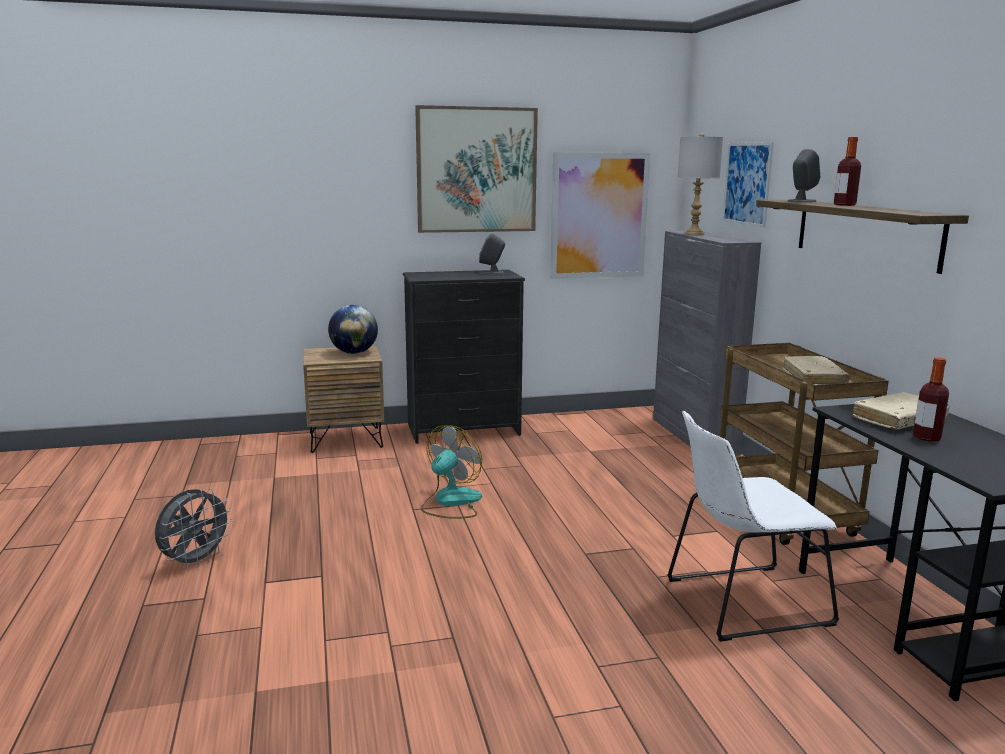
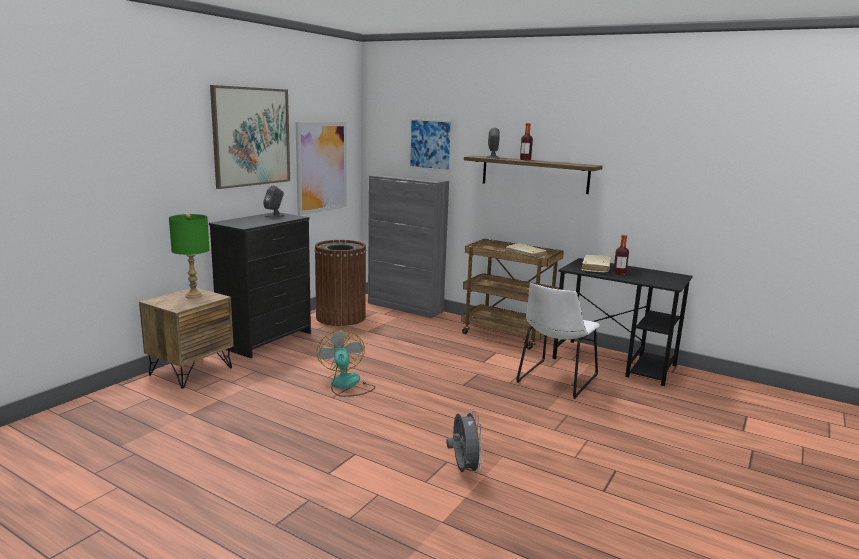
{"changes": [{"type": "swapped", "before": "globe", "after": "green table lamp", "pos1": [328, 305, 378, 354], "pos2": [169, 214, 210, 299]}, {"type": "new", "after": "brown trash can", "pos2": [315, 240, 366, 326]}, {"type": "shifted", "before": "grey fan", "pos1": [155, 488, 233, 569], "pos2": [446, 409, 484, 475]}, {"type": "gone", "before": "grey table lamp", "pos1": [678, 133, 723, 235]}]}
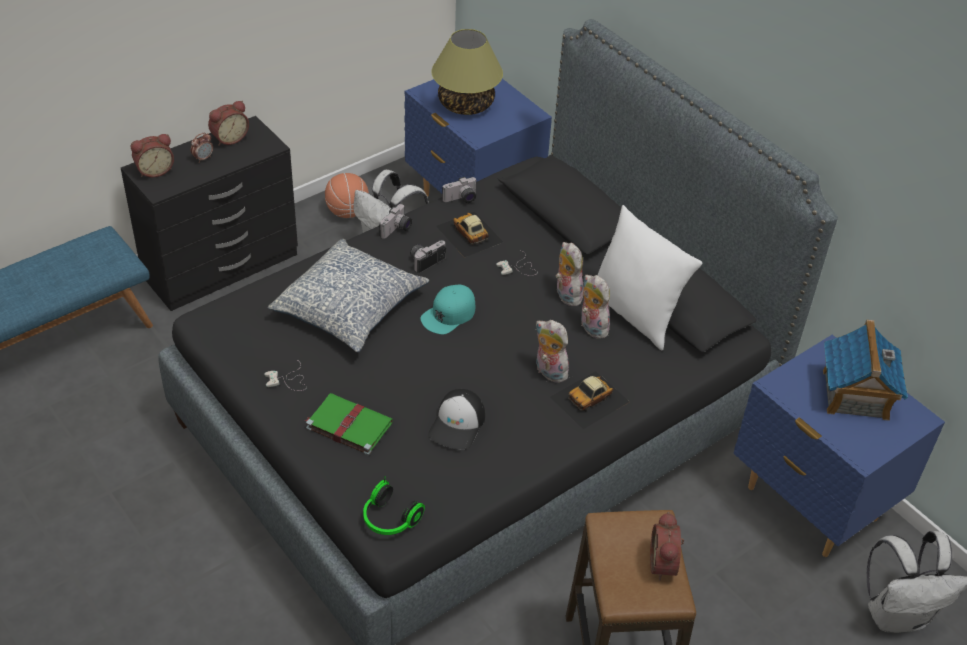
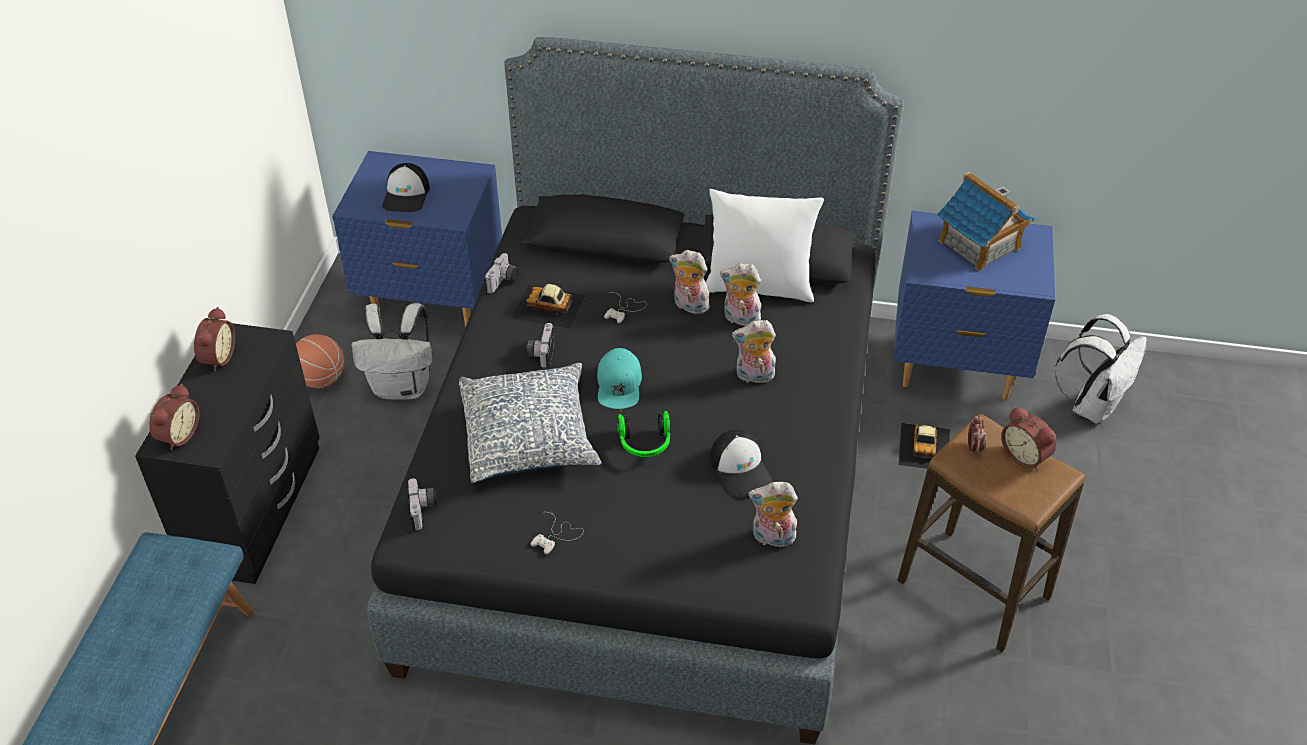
{"changes": [{"type": "swapped", "before": "table lamp", "after": "cap", "pos1": [431, 29, 503, 115], "pos2": [382, 163, 430, 212]}, {"type": "shifted", "before": "photo camera", "pos1": [379, 204, 412, 239], "pos2": [407, 478, 437, 530]}, {"type": "shifted", "before": "headphones", "pos1": [363, 476, 425, 535], "pos2": [618, 409, 670, 457]}, {"type": "new", "after": "plush toy", "pos2": [748, 482, 798, 548]}, {"type": "shifted", "before": "toy car", "pos1": [550, 371, 629, 429], "pos2": [899, 423, 950, 469]}, {"type": "shifted", "before": "alarm clock", "pos1": [191, 133, 213, 163], "pos2": [968, 414, 986, 455]}, {"type": "gone", "before": "green book", "pos1": [305, 393, 393, 455]}]}
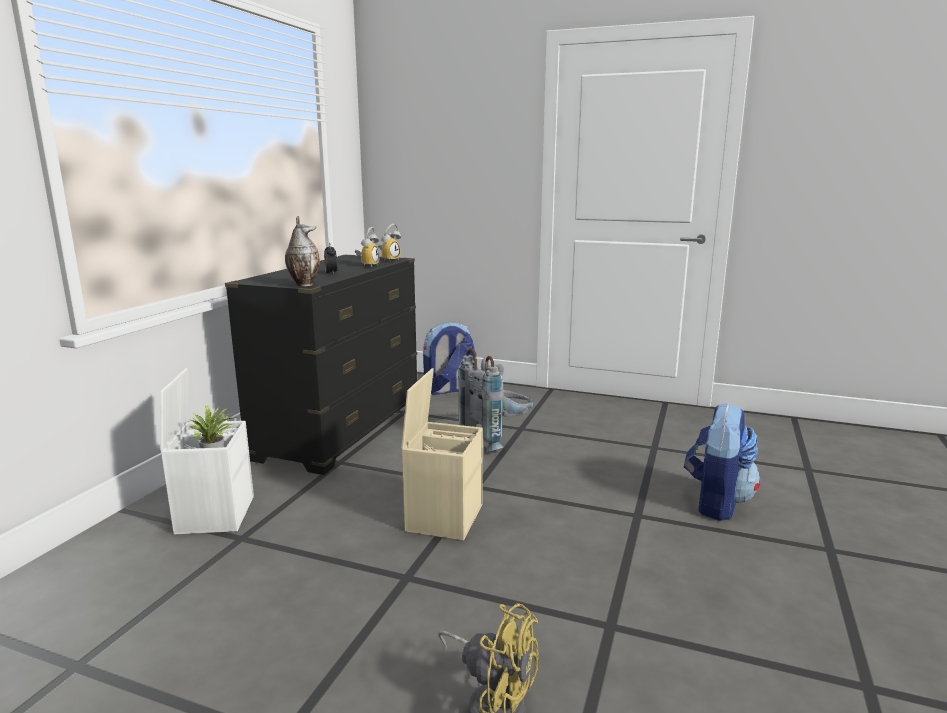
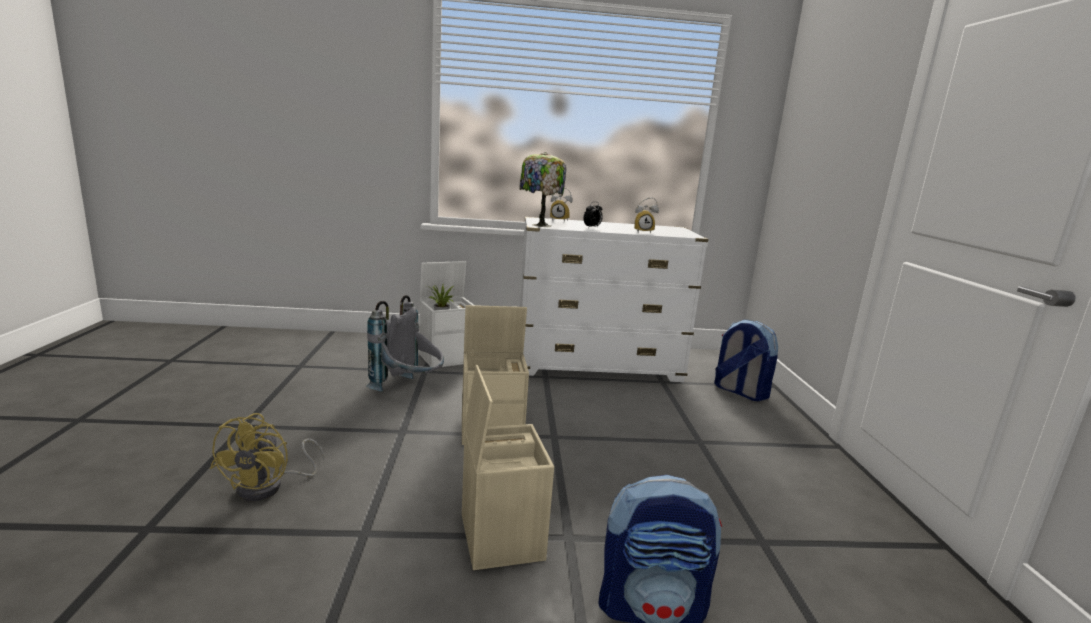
{"changes": [{"type": "shifted", "before": "grey backpack", "pos1": [458, 348, 534, 452], "pos2": [366, 295, 444, 392]}, {"type": "new", "after": "beige storage box", "pos2": [462, 365, 554, 570]}, {"type": "swapped", "before": "vase", "after": "table lamp", "pos1": [285, 216, 320, 286], "pos2": [519, 152, 567, 227]}, {"type": "repainted", "before": "black dresser", "after": "white dresser", "pos1": [225, 255, 417, 475], "pos2": [520, 217, 708, 382]}, {"type": "shifted", "before": "alarm clock", "pos1": [378, 224, 401, 261], "pos2": [550, 188, 573, 222]}]}
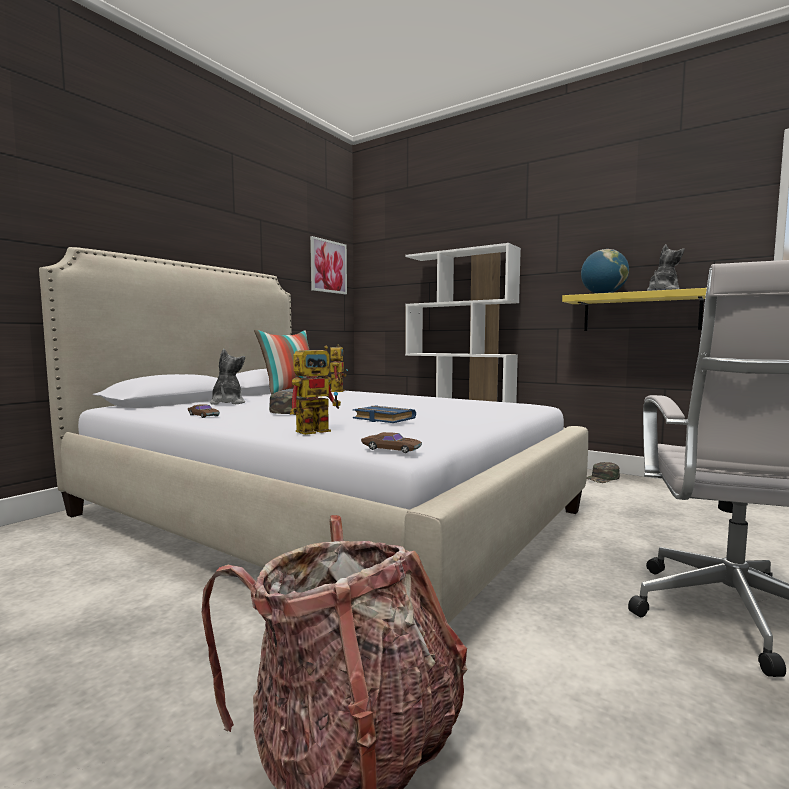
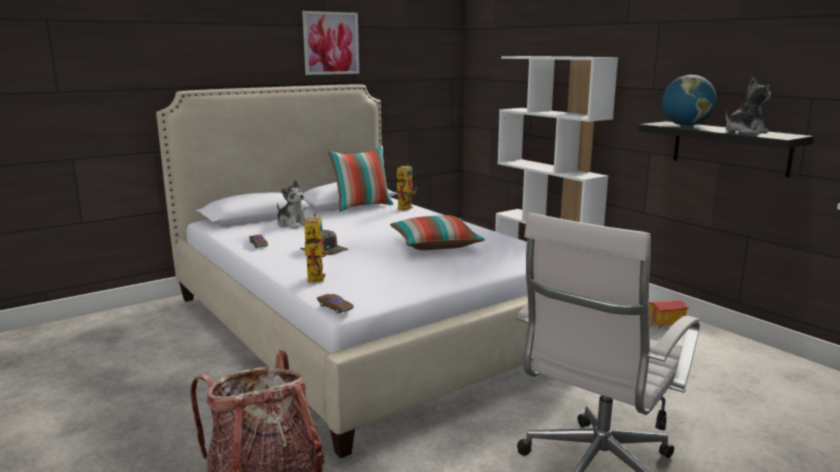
{"changes": [{"type": "rotated", "before": "plush toy", "pos1": [210, 349, 245, 405], "pos2": [277, 180, 307, 229], "turn": 120}, {"type": "rotated", "before": "toy robot", "pos1": [290, 346, 341, 435], "pos2": [300, 213, 329, 282], "turn": -75}, {"type": "shifted", "before": "picture", "pos1": [310, 236, 347, 294], "pos2": [302, 11, 359, 75]}, {"type": "new", "after": "pillow", "pos2": [390, 215, 485, 250]}, {"type": "repainted", "before": "yellow shelf", "after": "black shelf", "pos1": [562, 288, 707, 331], "pos2": [638, 121, 814, 178]}, {"type": "swapped", "before": "green cap", "after": "toy house", "pos1": [587, 462, 620, 483], "pos2": [649, 300, 689, 328]}, {"type": "gone", "before": "blue book", "pos1": [353, 406, 416, 423]}]}
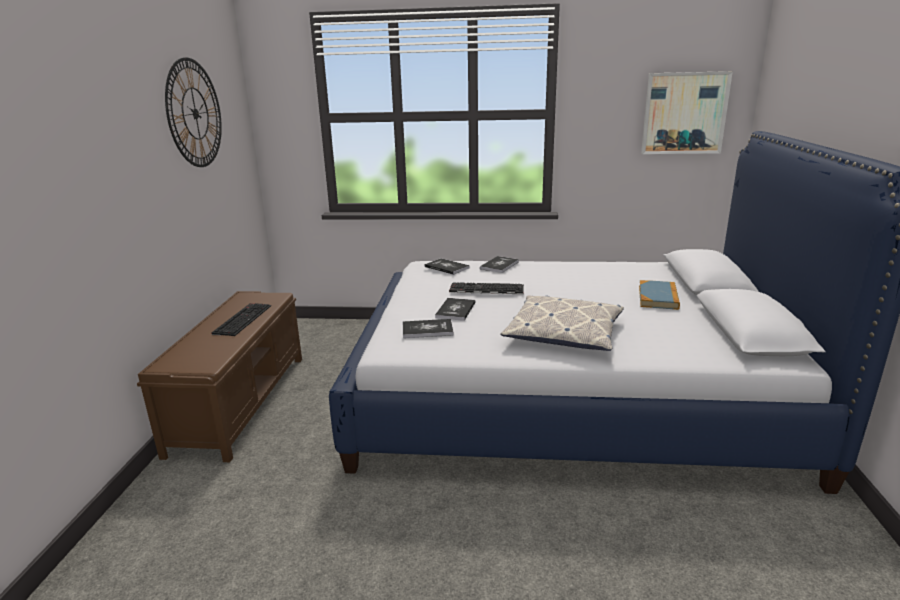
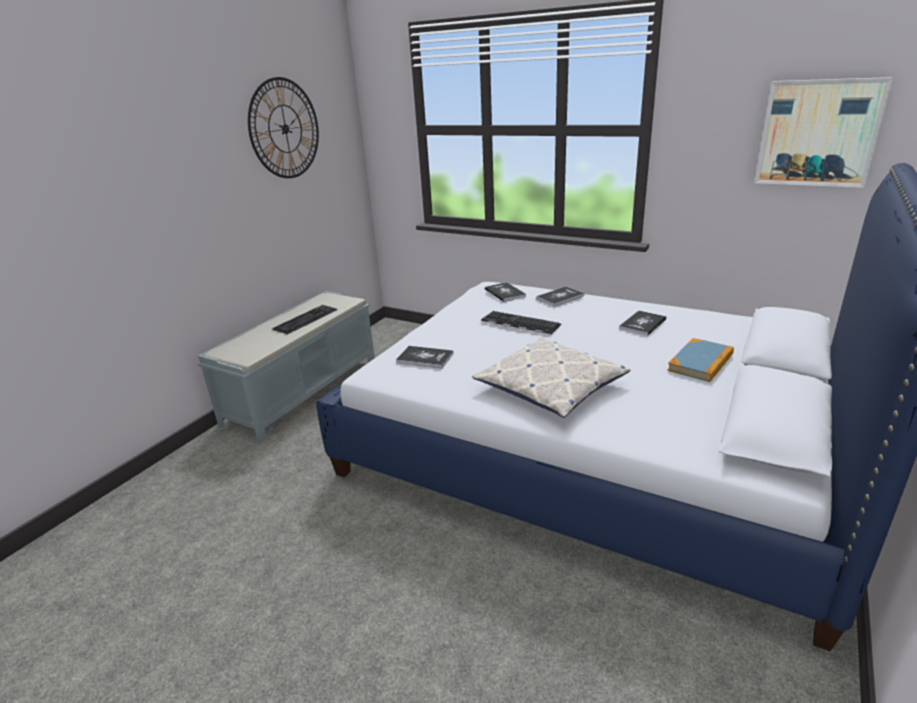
{"changes": [{"type": "repainted", "before": "brown bench", "after": "grey bench", "pos1": [137, 291, 302, 462], "pos2": [197, 291, 375, 442]}, {"type": "shifted", "before": "book", "pos1": [435, 298, 476, 321], "pos2": [619, 311, 667, 336]}]}
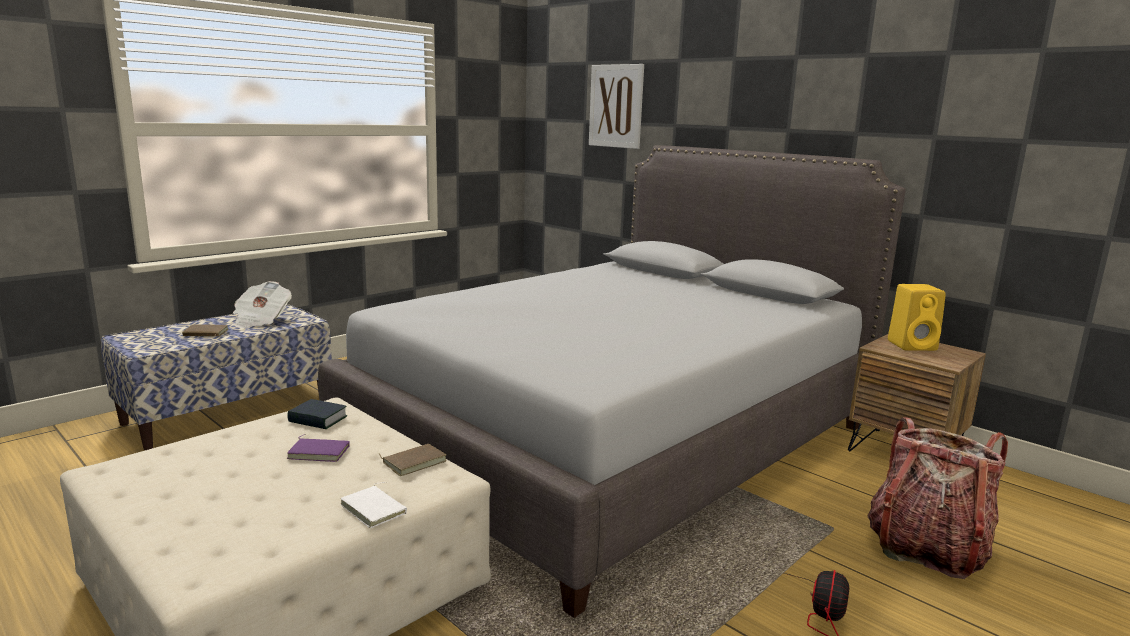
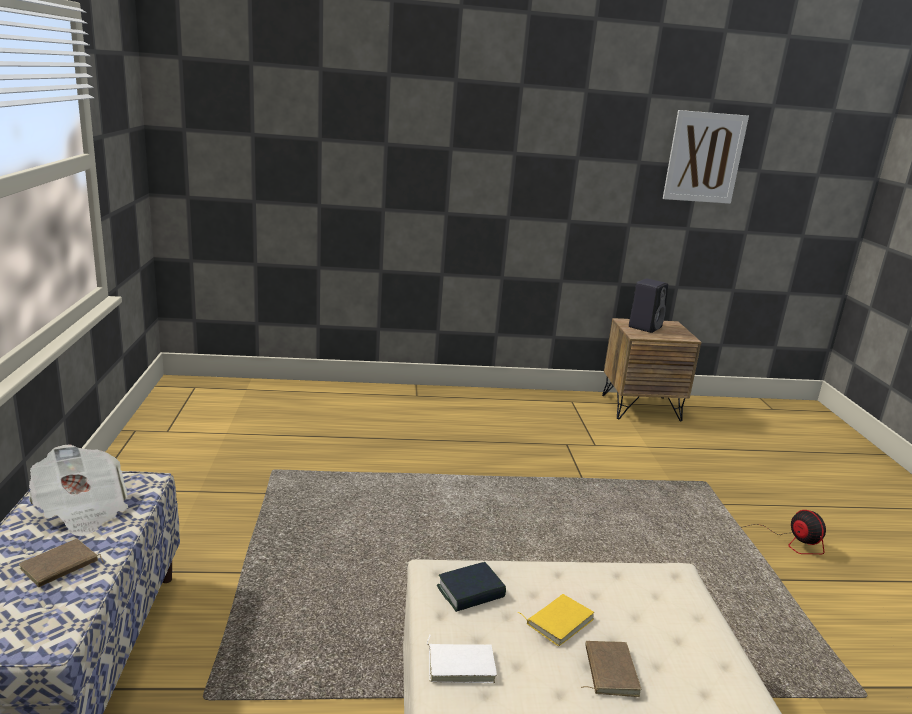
{"changes": [{"type": "shifted", "before": "white book", "pos1": [340, 482, 407, 528], "pos2": [427, 634, 497, 683]}, {"type": "repainted", "before": "purple book", "after": "yellow book", "pos1": [287, 434, 350, 462], "pos2": [518, 594, 594, 646]}, {"type": "shifted", "before": "brown book", "pos1": [379, 444, 446, 476], "pos2": [581, 641, 642, 697]}, {"type": "repainted", "before": "yellow speaker", "after": "black speaker", "pos1": [888, 284, 946, 351], "pos2": [629, 278, 668, 333]}, {"type": "shifted", "before": "picture", "pos1": [589, 64, 644, 149], "pos2": [663, 110, 749, 204]}, {"type": "gone", "before": "grey bed", "pos1": [318, 145, 906, 618]}, {"type": "gone", "before": "backpack", "pos1": [868, 417, 1008, 579]}]}
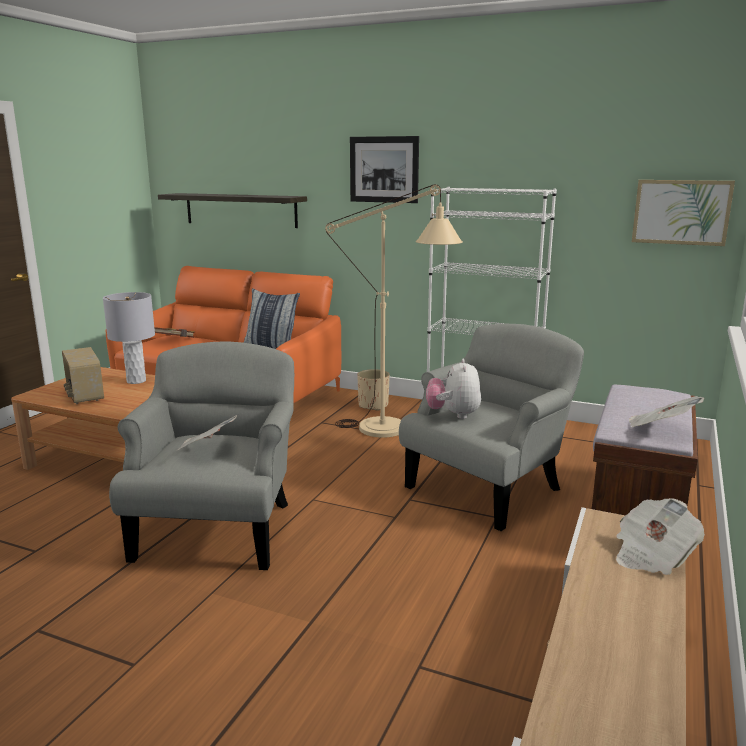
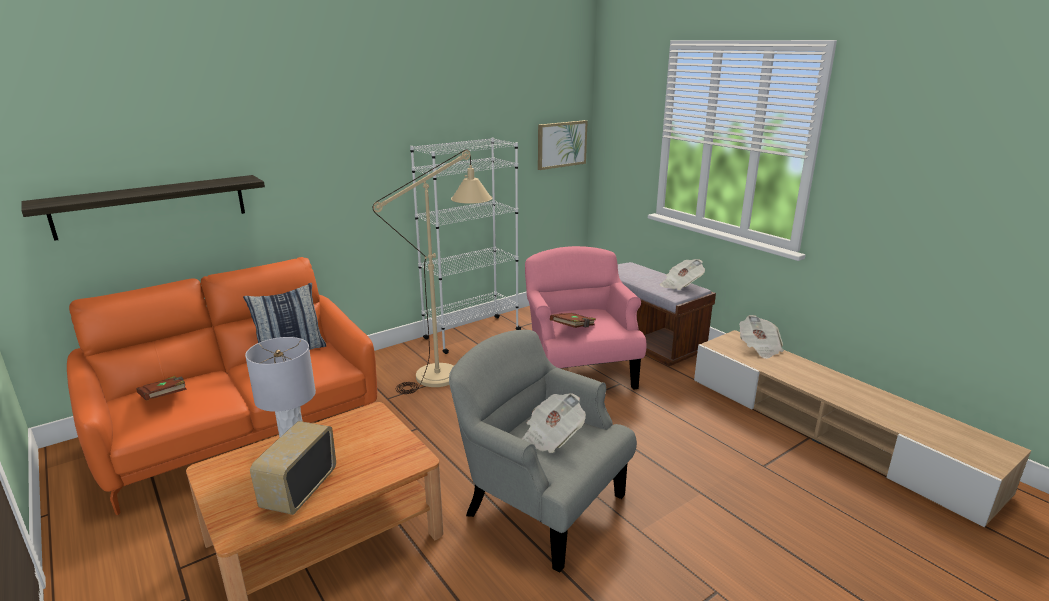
{"changes": [{"type": "rotated", "before": "radio", "pos1": [62, 347, 104, 404], "pos2": [250, 421, 336, 515], "turn": 105}, {"type": "repainted", "before": "grey armchair", "after": "pink armchair", "pos1": [399, 324, 584, 531], "pos2": [525, 246, 647, 390]}, {"type": "swapped", "before": "plush toy", "after": "brown book", "pos1": [426, 359, 481, 419], "pos2": [550, 313, 596, 328]}, {"type": "gone", "before": "picture", "pos1": [350, 136, 419, 203]}, {"type": "gone", "before": "beige planter", "pos1": [357, 369, 390, 410]}]}
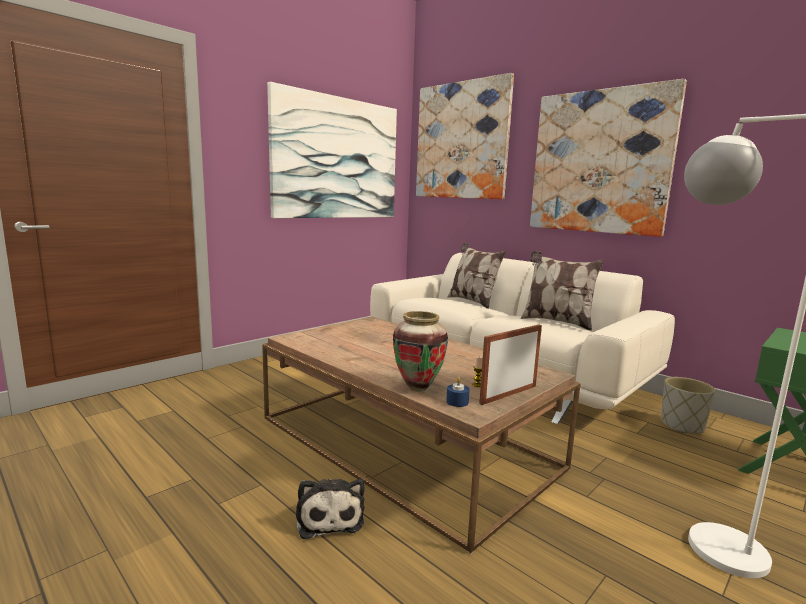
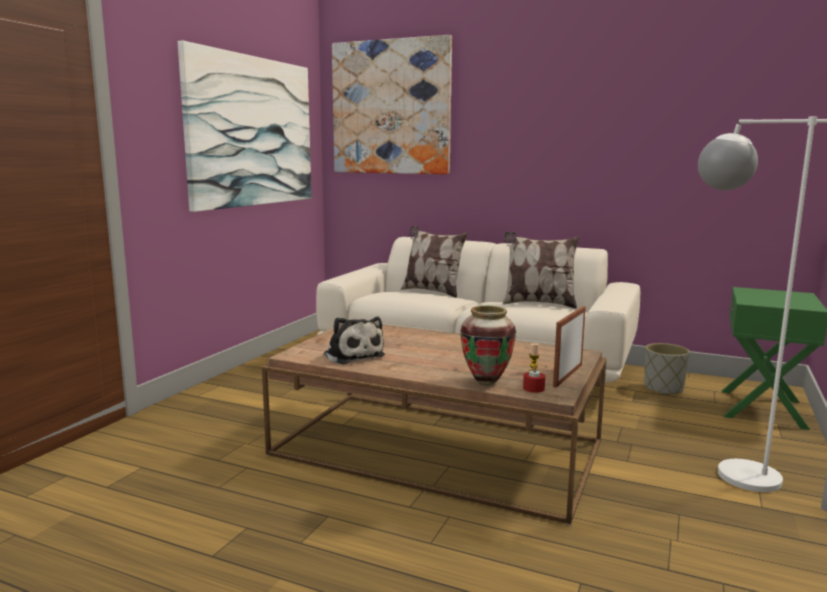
{"changes": [{"type": "shifted", "before": "plush toy", "pos1": [296, 479, 364, 539], "pos2": [324, 317, 385, 365]}, {"type": "repainted", "before": "blue candle", "after": "red candle", "pos1": [446, 377, 470, 407], "pos2": [523, 364, 545, 393]}, {"type": "gone", "before": "picture", "pos1": [530, 79, 687, 237]}]}
